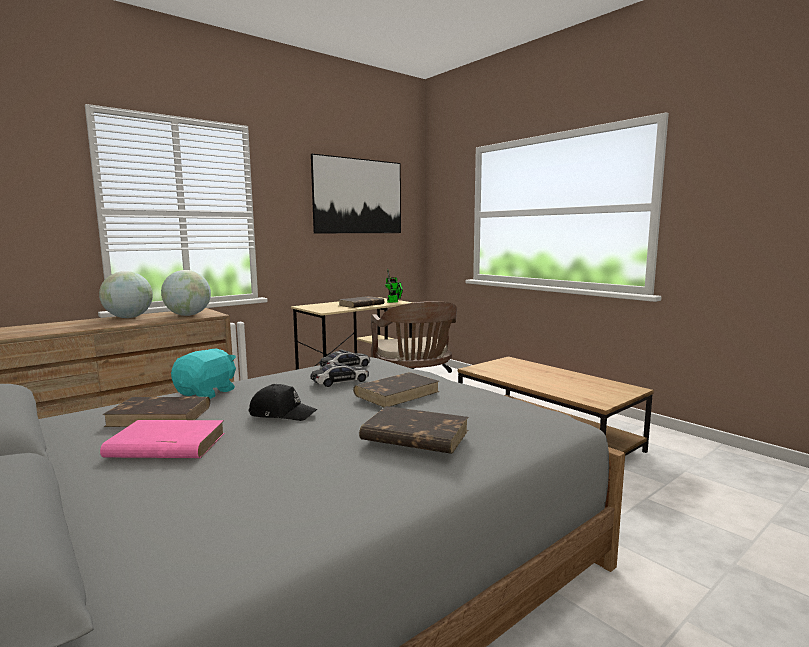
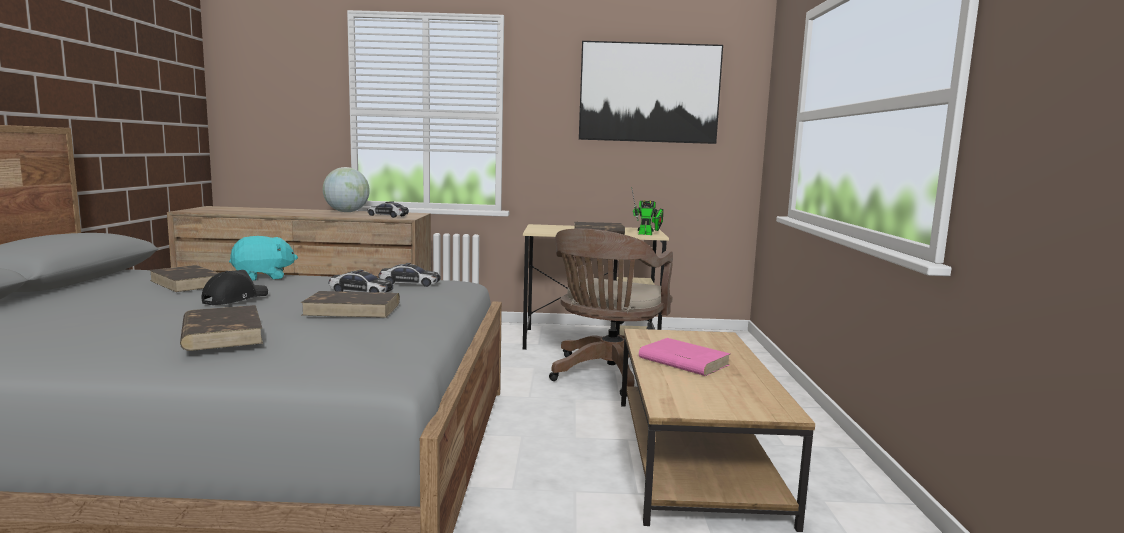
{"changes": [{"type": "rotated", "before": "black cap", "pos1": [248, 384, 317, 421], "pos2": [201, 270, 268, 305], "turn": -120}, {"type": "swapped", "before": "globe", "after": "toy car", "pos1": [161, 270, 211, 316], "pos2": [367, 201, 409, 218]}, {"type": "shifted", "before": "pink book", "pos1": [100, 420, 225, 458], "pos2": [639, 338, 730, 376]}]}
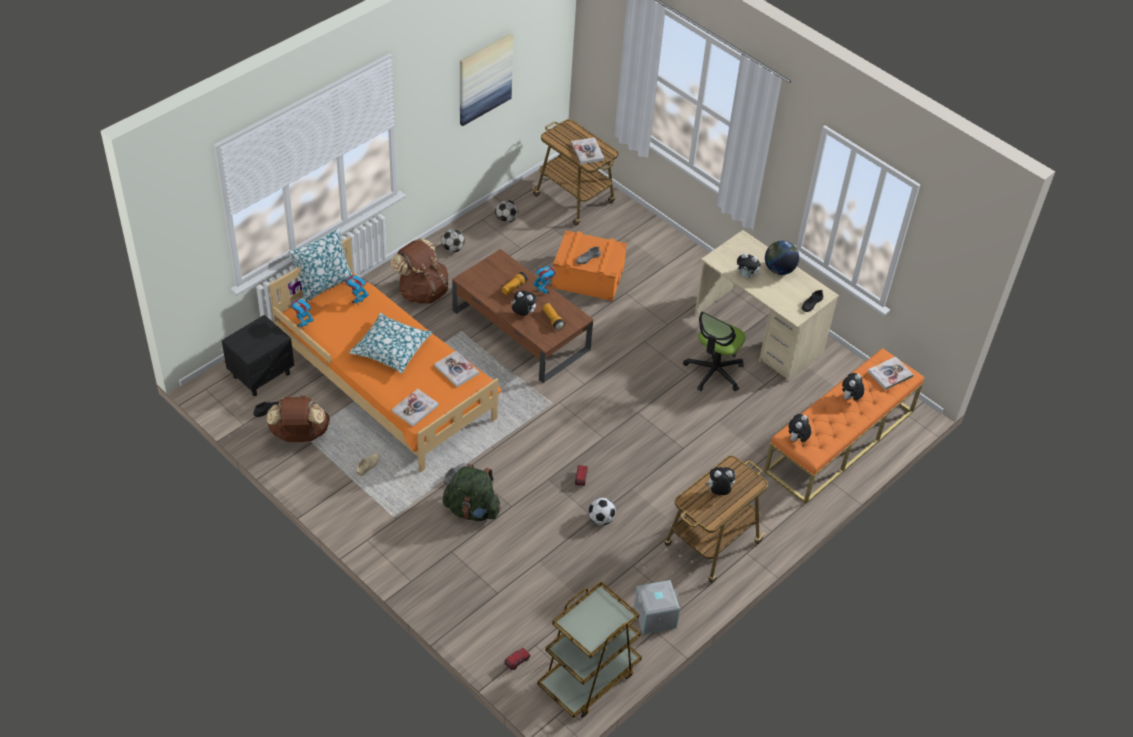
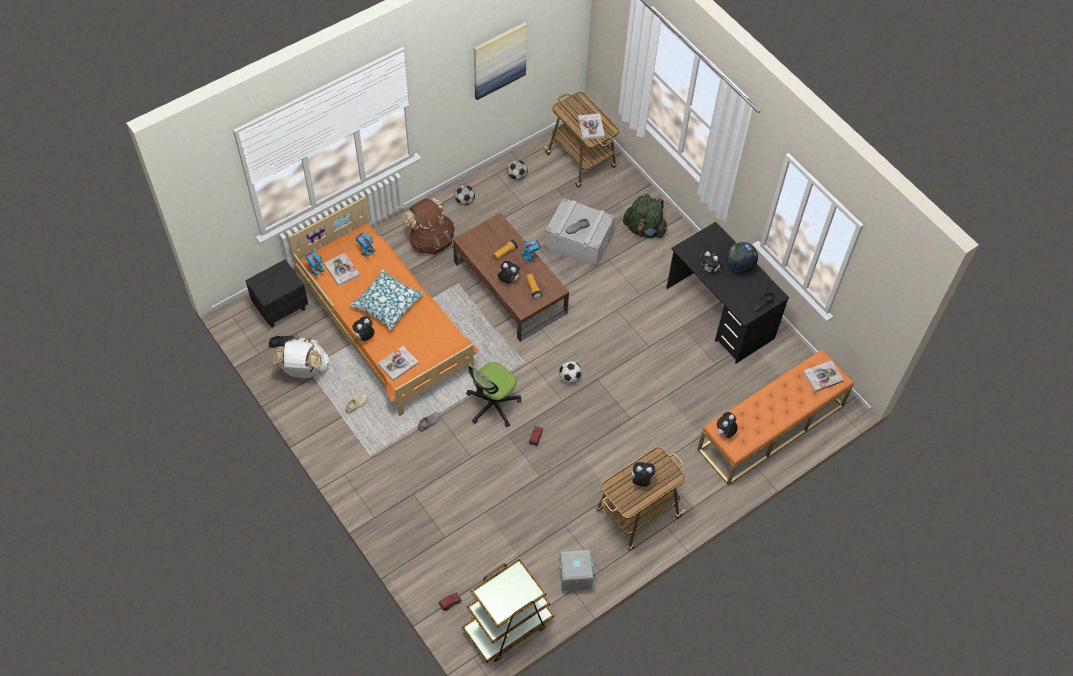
{"changes": [{"type": "repainted", "before": "brown backpack", "after": "white backpack", "pos1": [267, 395, 330, 442], "pos2": [273, 338, 329, 378]}, {"type": "shifted", "before": "book", "pos1": [434, 351, 479, 387], "pos2": [324, 253, 360, 286]}, {"type": "shifted", "before": "plush toy", "pos1": [842, 373, 865, 400], "pos2": [352, 317, 375, 341]}, {"type": "shifted", "before": "office chair", "pos1": [683, 311, 745, 391], "pos2": [466, 362, 521, 427]}, {"type": "repainted", "before": "orange storage box", "after": "grey storage box", "pos1": [551, 230, 627, 301], "pos2": [545, 198, 615, 267]}, {"type": "shifted", "before": "football", "pos1": [588, 498, 616, 525], "pos2": [559, 361, 582, 384]}, {"type": "shifted", "before": "green backpack", "pos1": [443, 464, 501, 521], "pos2": [623, 194, 667, 238]}, {"type": "repainted", "before": "beige desk", "after": "black desk", "pos1": [695, 230, 839, 382], "pos2": [666, 222, 789, 363]}, {"type": "gone", "before": "pillow", "pos1": [288, 227, 353, 302]}]}
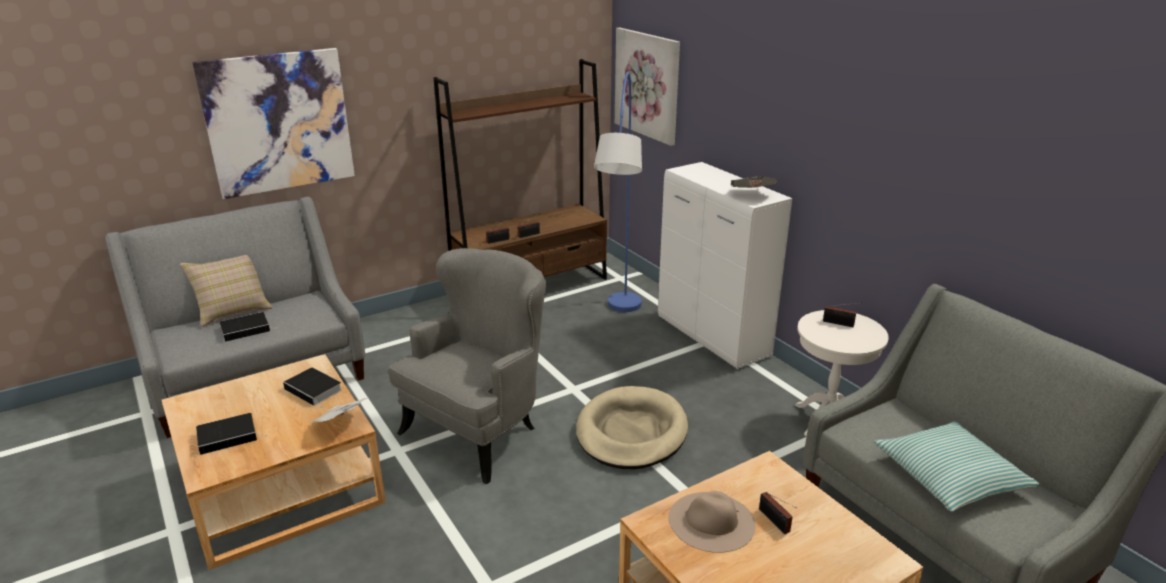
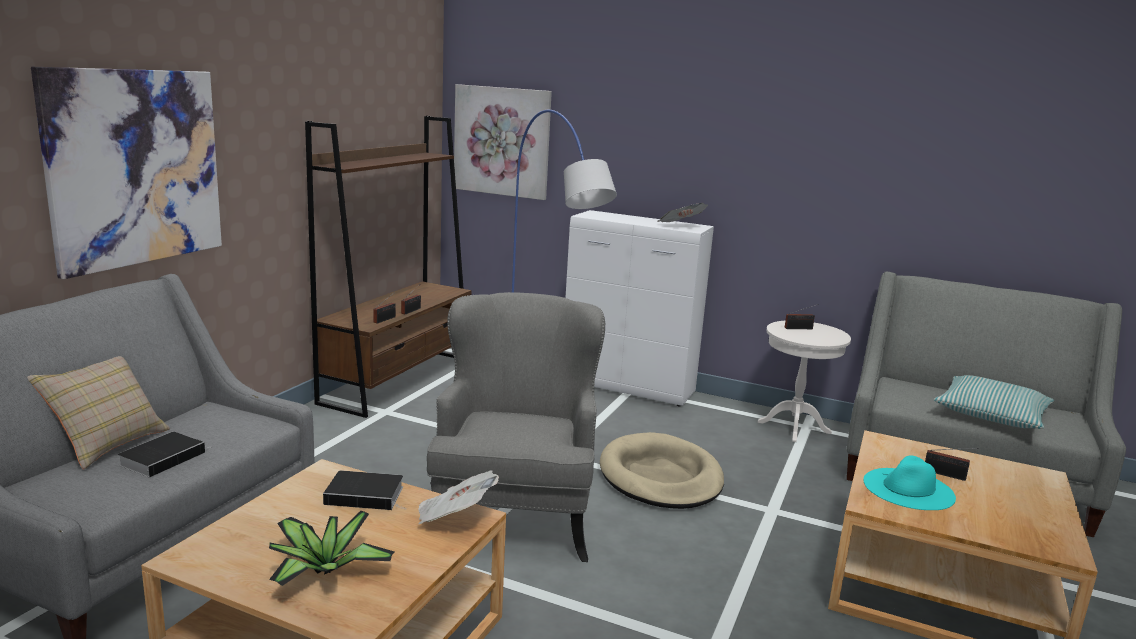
{"changes": [{"type": "swapped", "before": "book", "after": "potted plant", "pos1": [196, 413, 258, 455], "pos2": [269, 511, 394, 586]}, {"type": "repainted", "before": "beige hat", "after": "turquoise hat", "pos1": [668, 491, 756, 553], "pos2": [864, 455, 956, 510]}]}
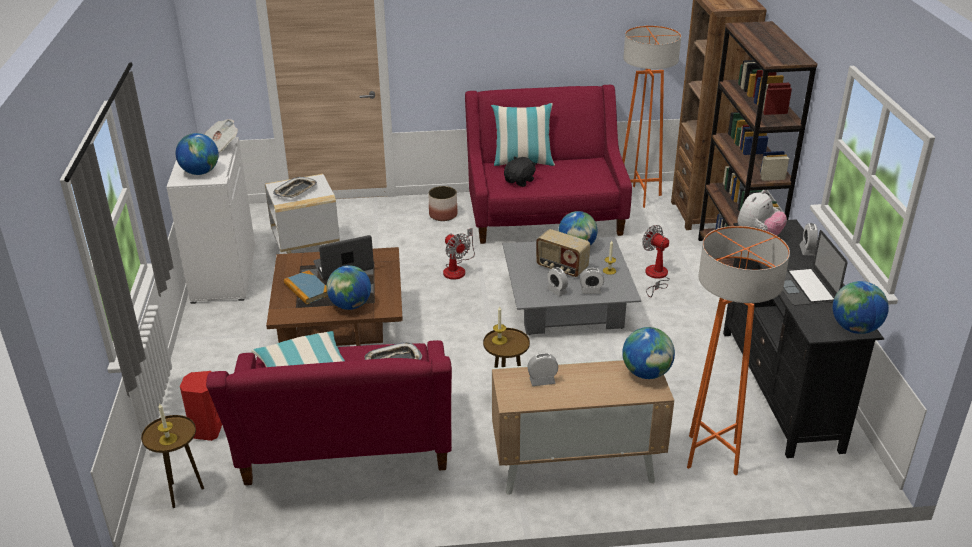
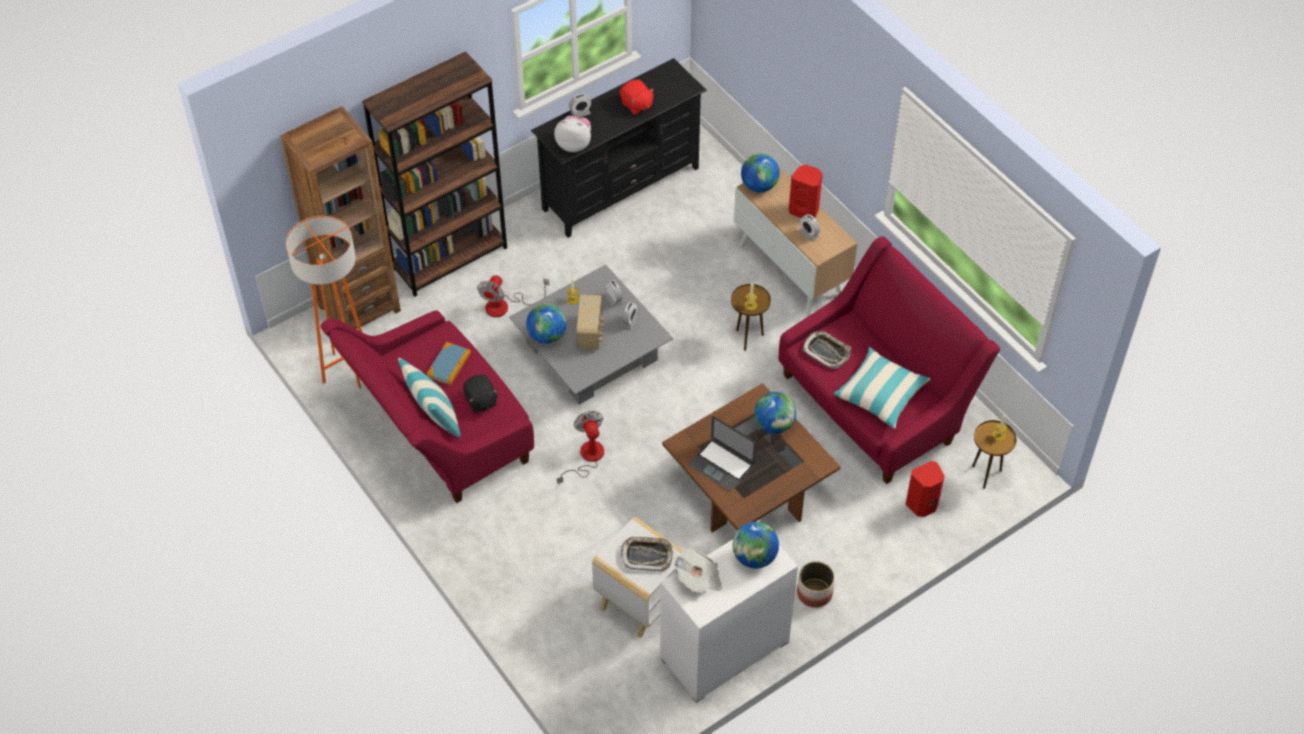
{"changes": [{"type": "shifted", "before": "book", "pos1": [284, 270, 328, 305], "pos2": [426, 342, 471, 386]}, {"type": "rotated", "before": "black plush toy", "pos1": [504, 157, 537, 187], "pos2": [463, 375, 498, 413], "turn": -120}, {"type": "rotated", "before": "fan", "pos1": [443, 228, 475, 280], "pos2": [557, 411, 604, 485], "turn": -45}, {"type": "swapped", "before": "laptop", "after": "red plush toy", "pos1": [782, 230, 847, 305], "pos2": [620, 80, 654, 115]}, {"type": "new", "after": "red speaker", "pos2": [789, 165, 823, 218]}, {"type": "shifted", "before": "planter", "pos1": [428, 186, 457, 221], "pos2": [797, 561, 835, 608]}, {"type": "gone", "before": "orange floor lamp", "pos1": [687, 226, 790, 475]}, {"type": "gone", "before": "globe", "pos1": [833, 281, 889, 334]}]}
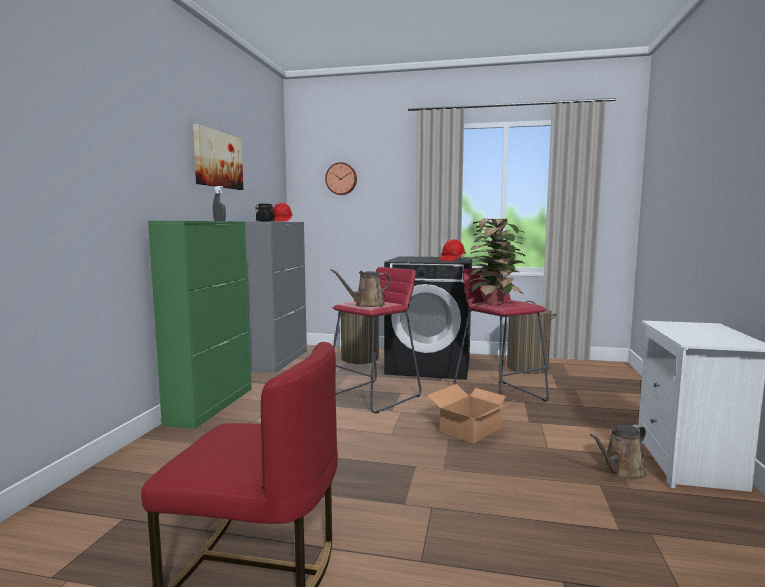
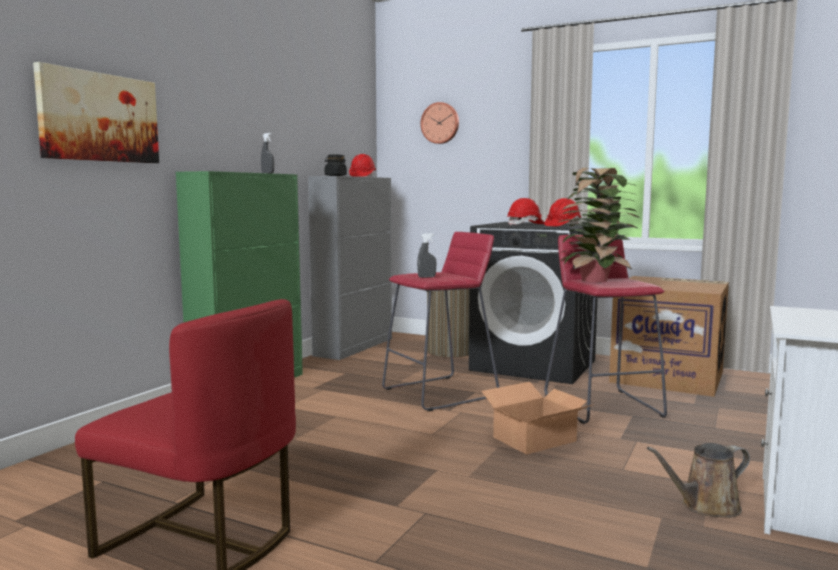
{"changes": [{"type": "shifted", "before": "picture", "pos1": [193, 124, 243, 190], "pos2": [33, 62, 159, 163]}, {"type": "swapped", "before": "brown watering can", "after": "grey spray bottle", "pos1": [330, 269, 391, 307], "pos2": [417, 233, 436, 278]}, {"type": "new", "after": "red hard hat", "pos2": [507, 198, 545, 225]}, {"type": "swapped", "before": "laundry basket", "after": "cardboard box", "pos1": [507, 301, 557, 374], "pos2": [609, 276, 729, 397]}]}
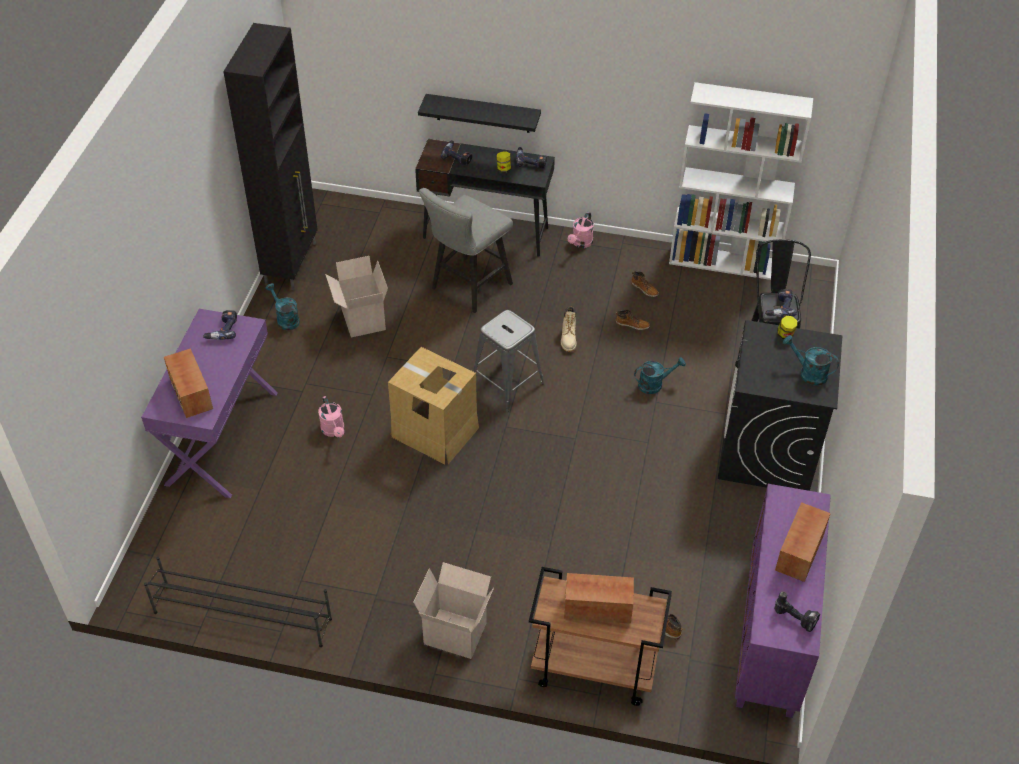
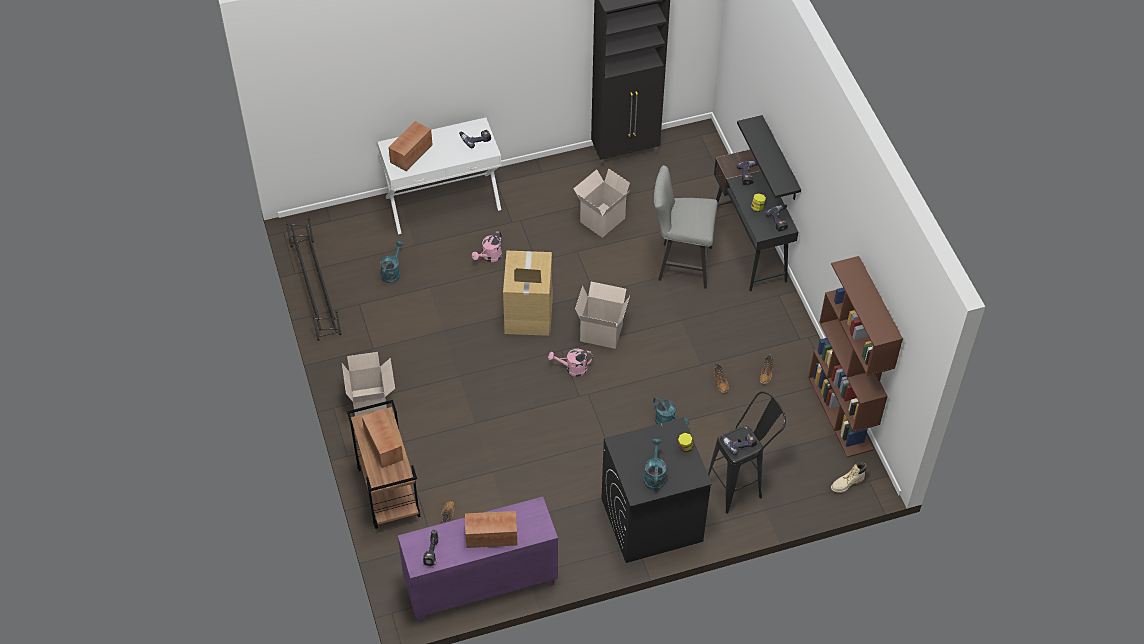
{"changes": [{"type": "repainted", "before": "purple console table", "after": "white console table", "pos1": [141, 309, 278, 498], "pos2": [377, 117, 501, 234]}, {"type": "shifted", "before": "turquoise watering can", "pos1": [265, 283, 300, 330], "pos2": [380, 241, 404, 283]}, {"type": "shifted", "before": "pink watering can", "pos1": [568, 212, 594, 248], "pos2": [548, 349, 593, 377]}, {"type": "swapped", "before": "grey stool", "after": "cardboard box", "pos1": [473, 310, 544, 412], "pos2": [575, 281, 630, 349]}, {"type": "repainted", "before": "white bookcase", "after": "brown bookcase", "pos1": [669, 82, 813, 280], "pos2": [808, 256, 903, 457]}, {"type": "shifted", "before": "beige boot", "pos1": [561, 306, 577, 352], "pos2": [831, 462, 867, 493]}]}
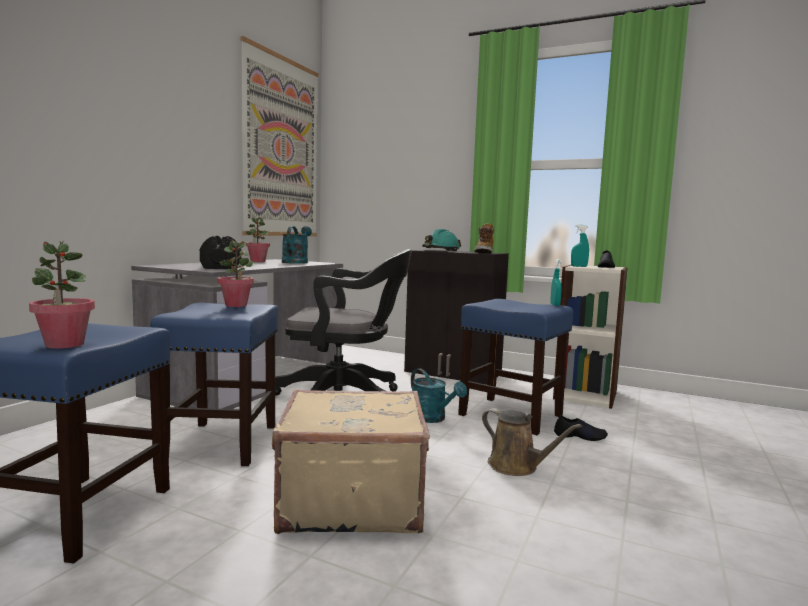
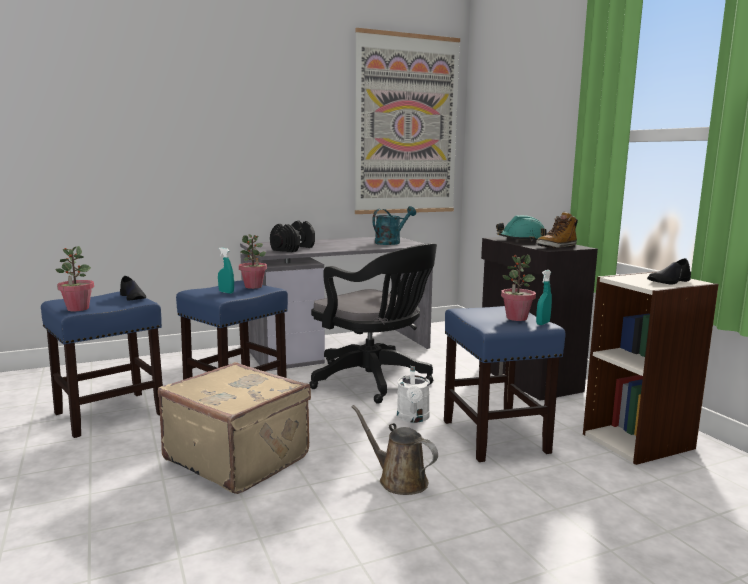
{"changes": [{"type": "shifted", "before": "black shoe", "pos1": [554, 415, 608, 441], "pos2": [120, 276, 146, 301]}, {"type": "shifted", "before": "turquoise spray bottle", "pos1": [571, 225, 589, 267], "pos2": [218, 248, 234, 294]}, {"type": "rotated", "before": "brown watering can", "pos1": [482, 408, 582, 476], "pos2": [352, 405, 438, 495], "turn": 135}, {"type": "repainted", "before": "turquoise watering can", "after": "white watering can", "pos1": [411, 368, 467, 423], "pos2": [397, 366, 430, 423]}, {"type": "shifted", "before": "potted plant", "pos1": [246, 217, 270, 262], "pos2": [501, 255, 536, 321]}]}
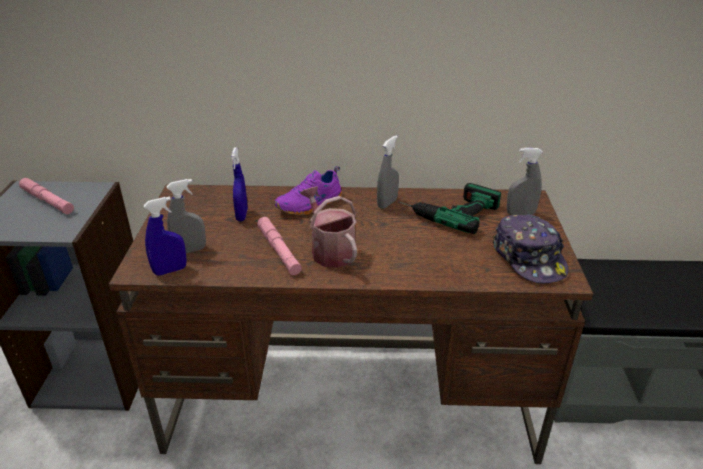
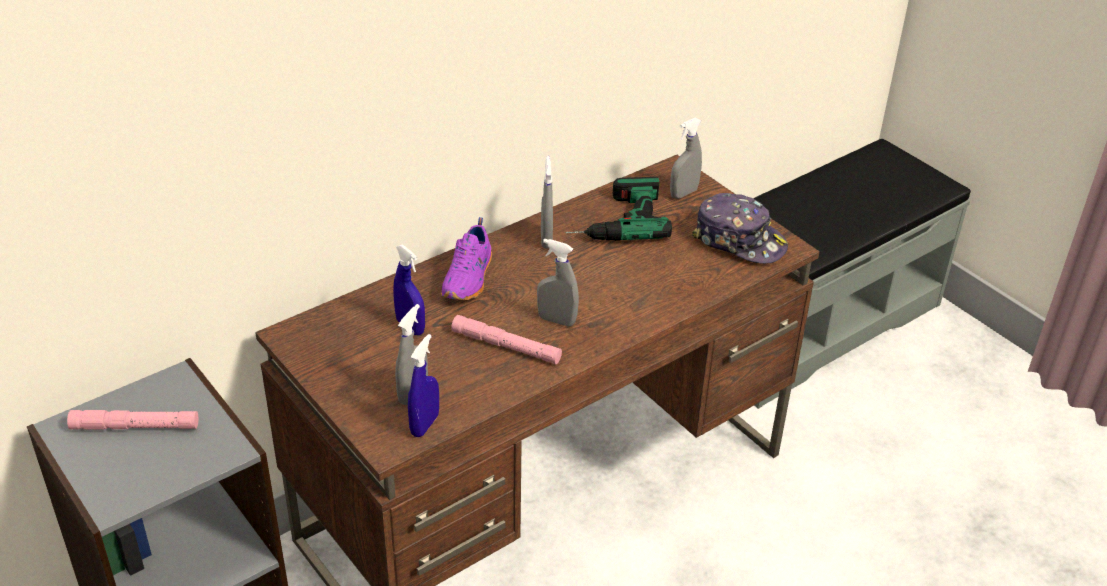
{"changes": [{"type": "swapped", "before": "watering can", "after": "grey spray bottle", "pos1": [300, 186, 357, 268], "pos2": [537, 239, 579, 326]}]}
